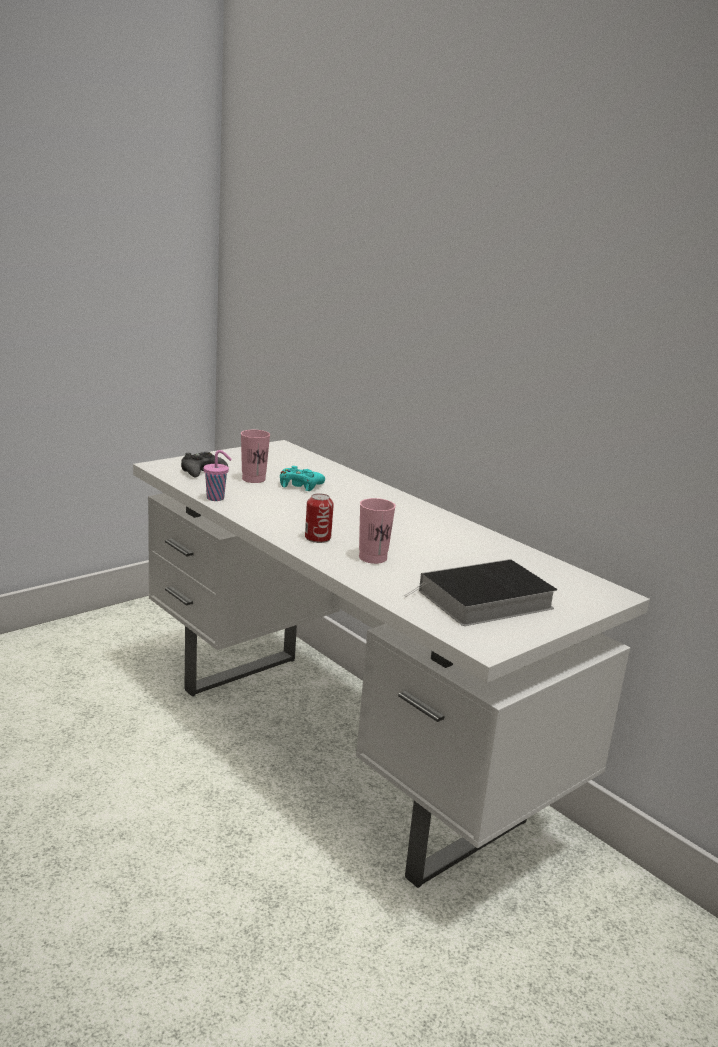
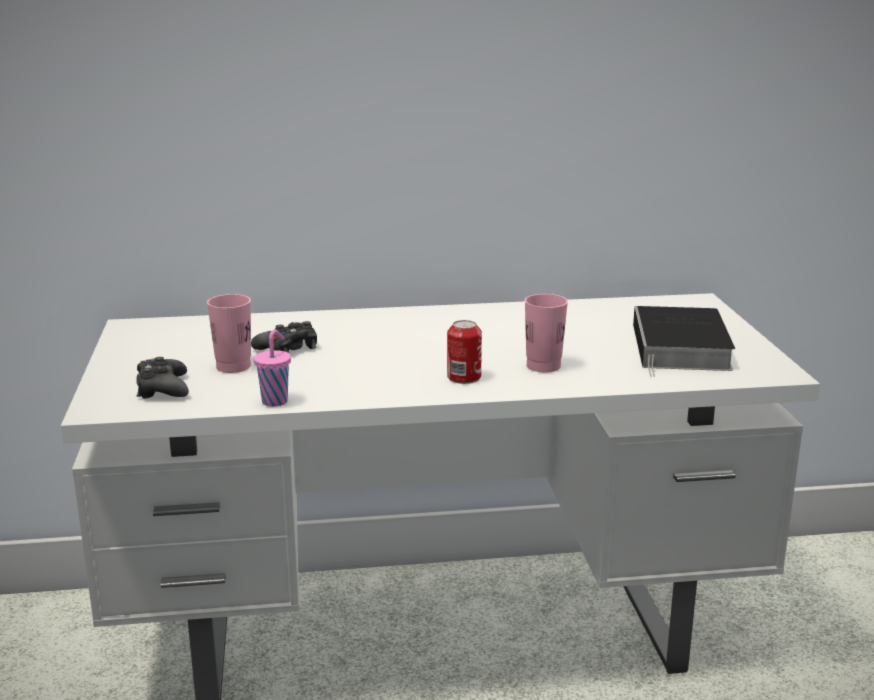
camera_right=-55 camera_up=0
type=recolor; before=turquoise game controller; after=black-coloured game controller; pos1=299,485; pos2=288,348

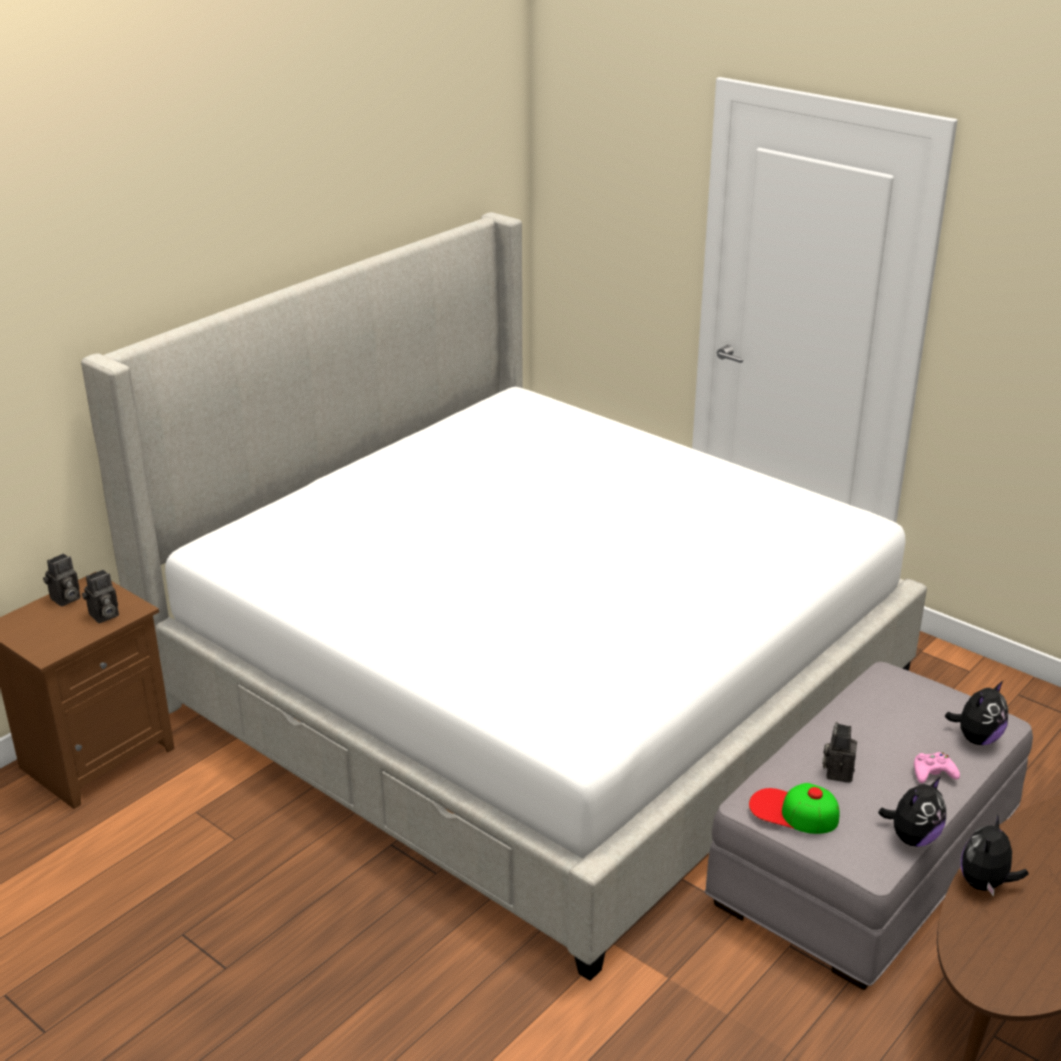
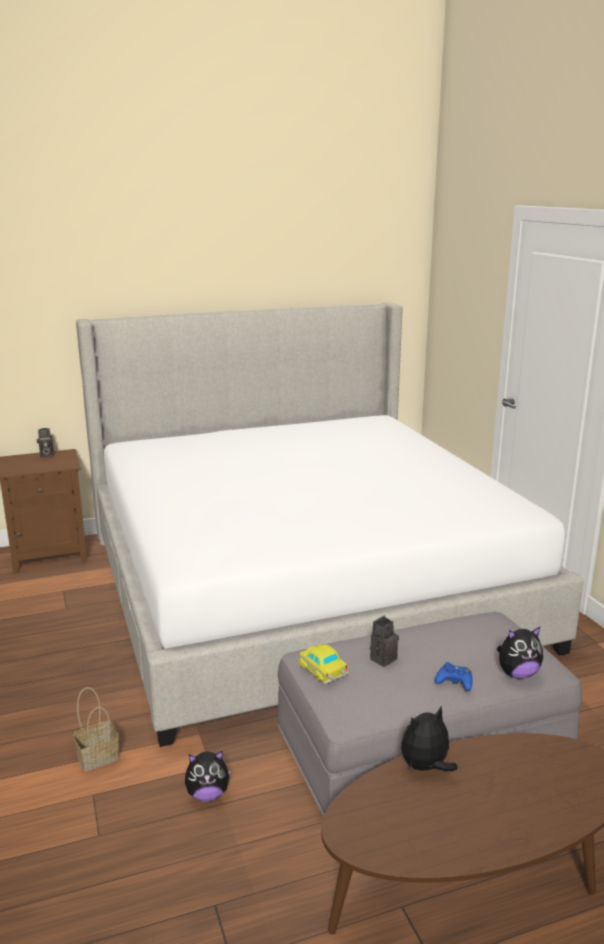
camera_right=30 camera_up=-10
type=delete; before=still camera; pos1=103,616
type=recolor; before=pinkish game controller; after=bluish game controller; pos1=933,773; pos2=454,681
type=move; before=cuddly toy; pos1=912,837; pos2=207,794
type=replace; before=baseball cap; after=miniature car; pos1=793,811; pos2=323,669
type=insert; after=household basket; pos2=99,756

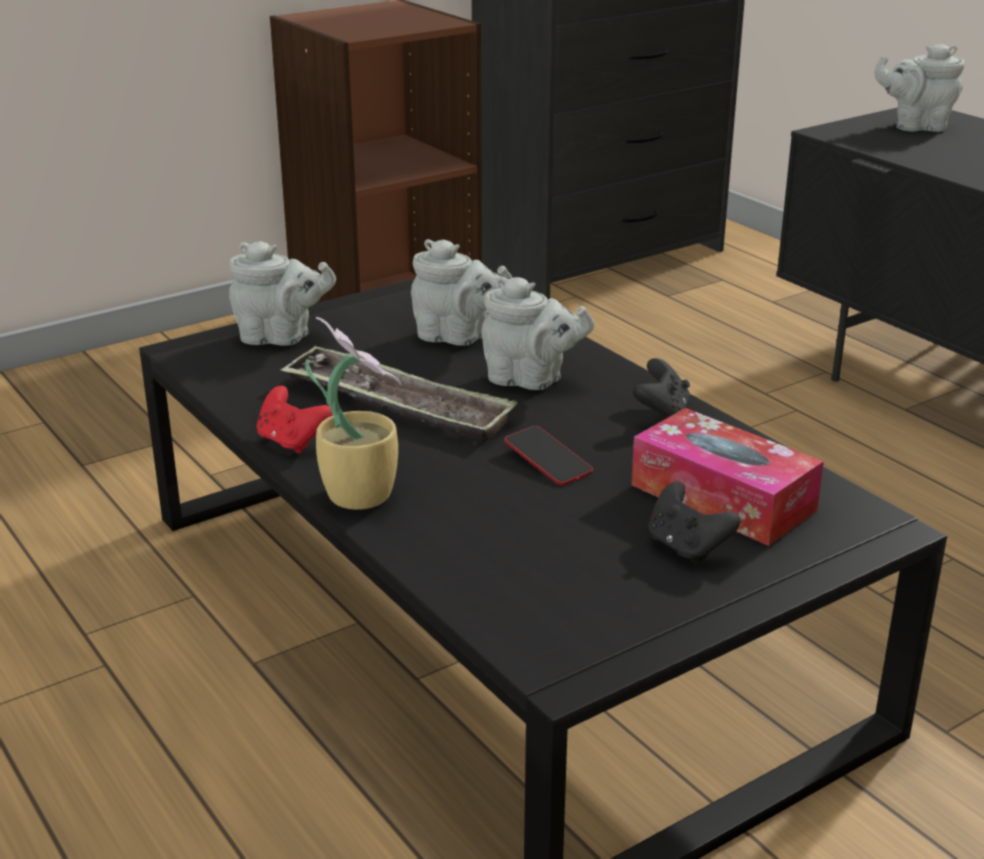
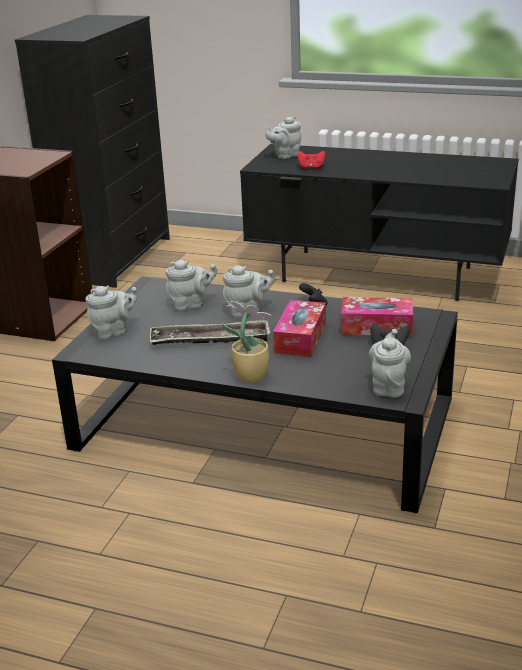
camera_right=-35 camera_up=0
type=move; before=red game controller; pos1=292,442; pos2=311,168
type=replace; before=handset; after=box of tissues; pos1=548,461; pos2=300,338
type=insert; after=greyish pot for tea; pos2=388,386

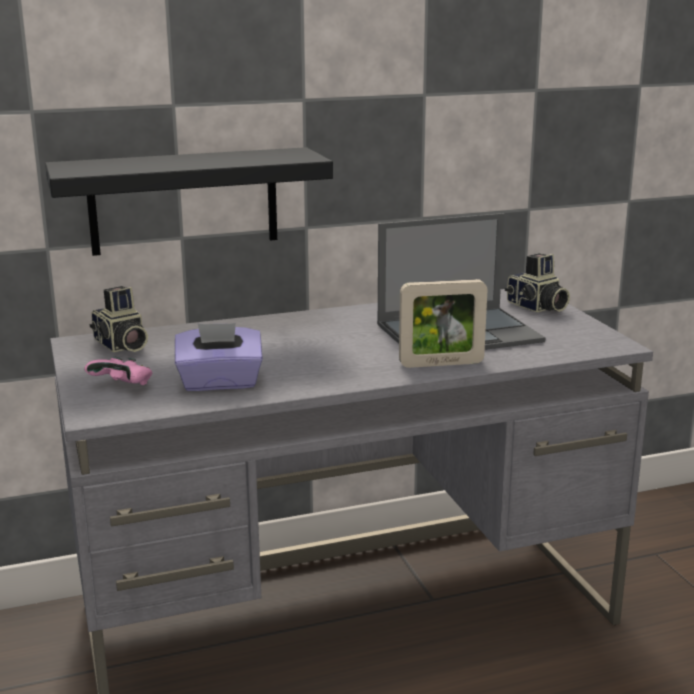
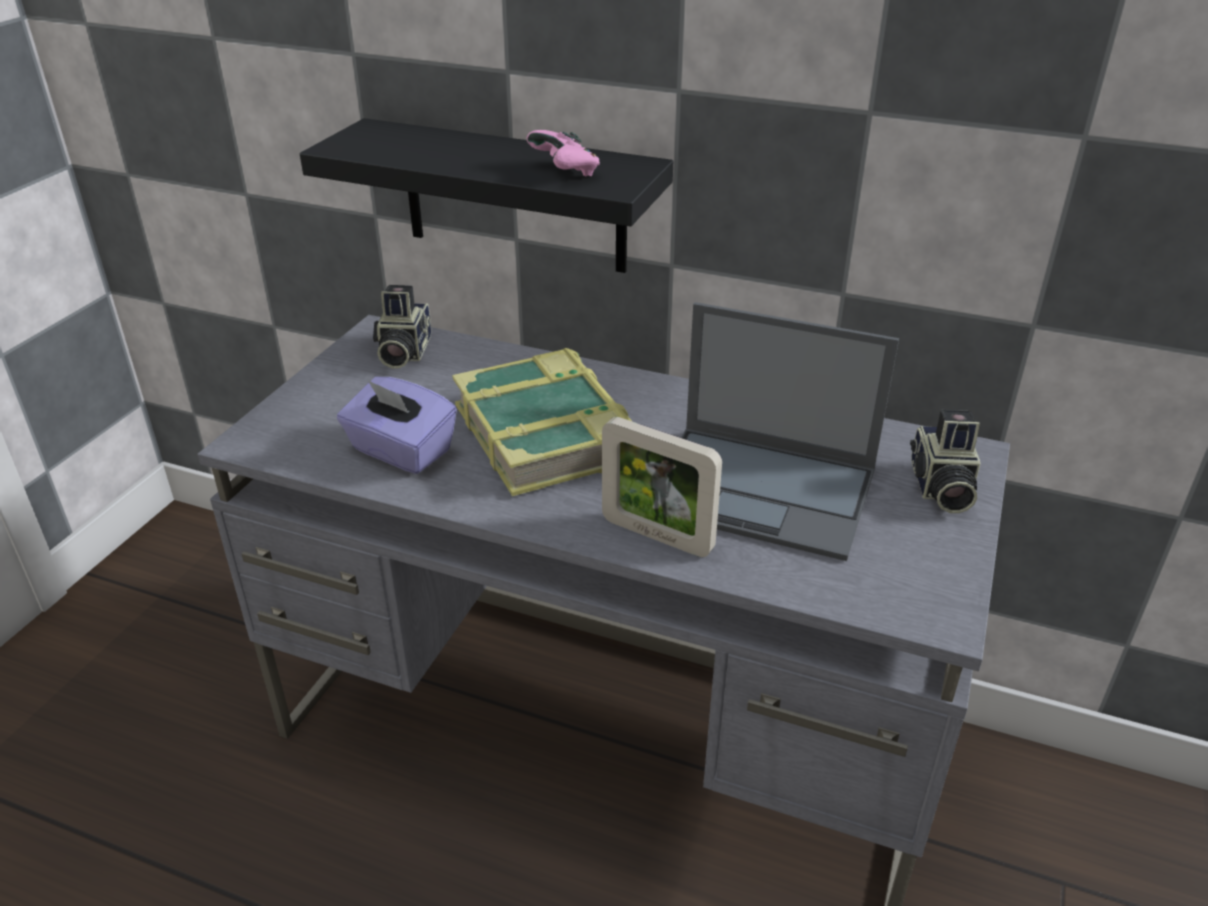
camera_right=40 camera_up=15
type=move; before=pinkish game controller; pos1=123,386; pos2=565,172
type=insert; after=bound book; pos2=549,433

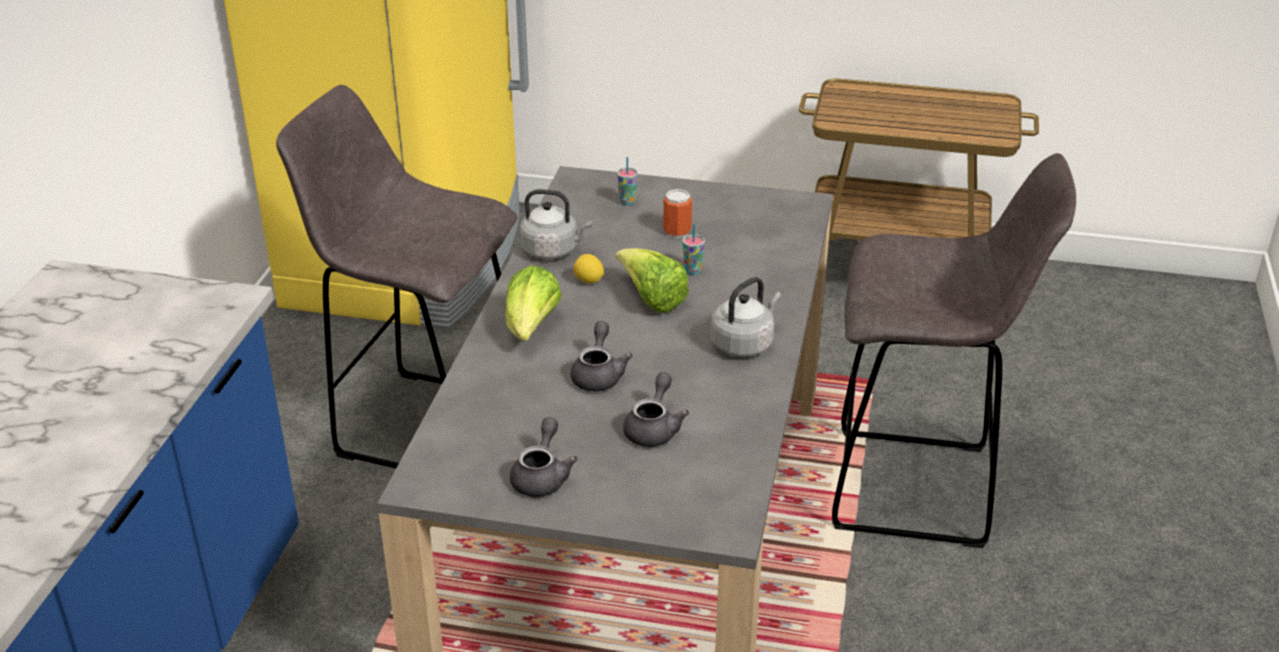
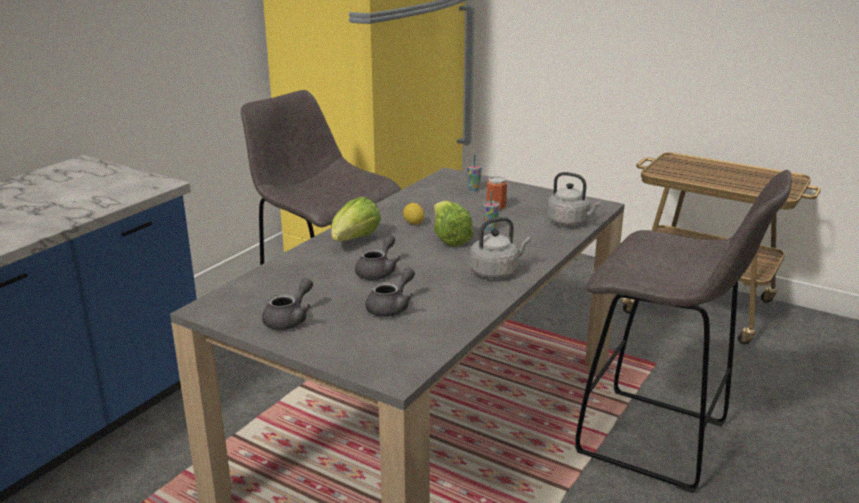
camera_right=20 camera_up=-10
type=move; before=greyish kettle; pos1=553,250; pos2=570,222

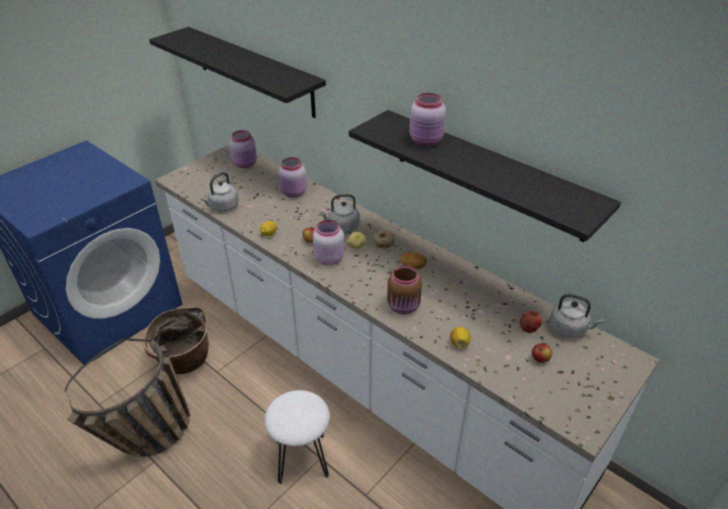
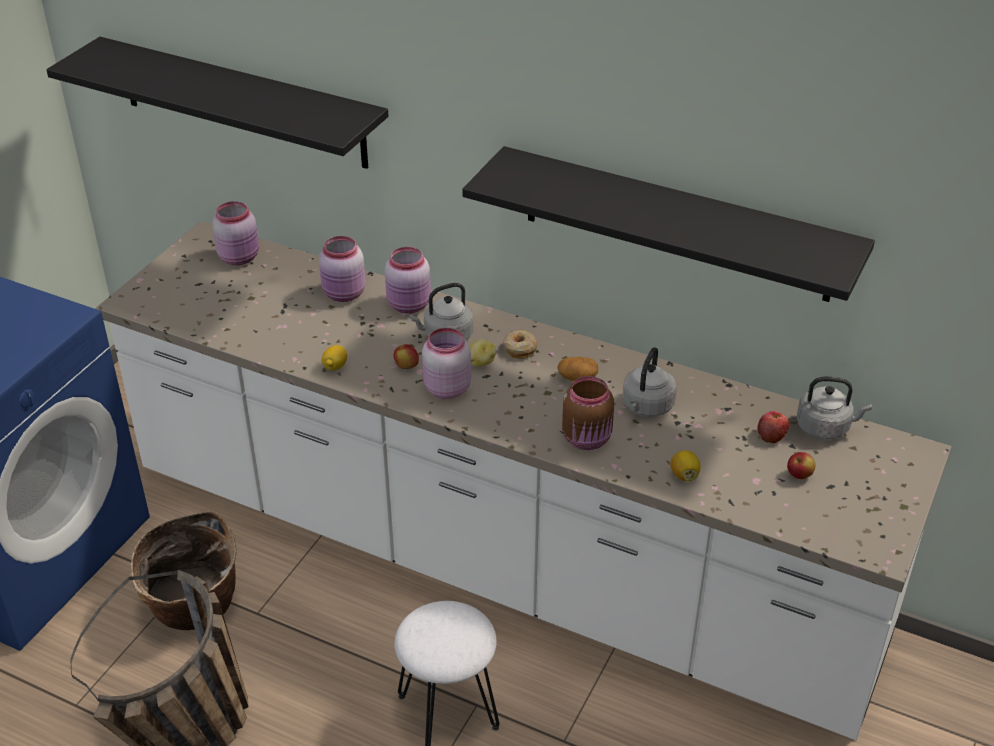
camera_right=-15 camera_up=0
type=move; before=pinkish storage jar; pos1=426,141; pos2=410,305
type=move; before=greyish kettle; pos1=223,206; pos2=646,407

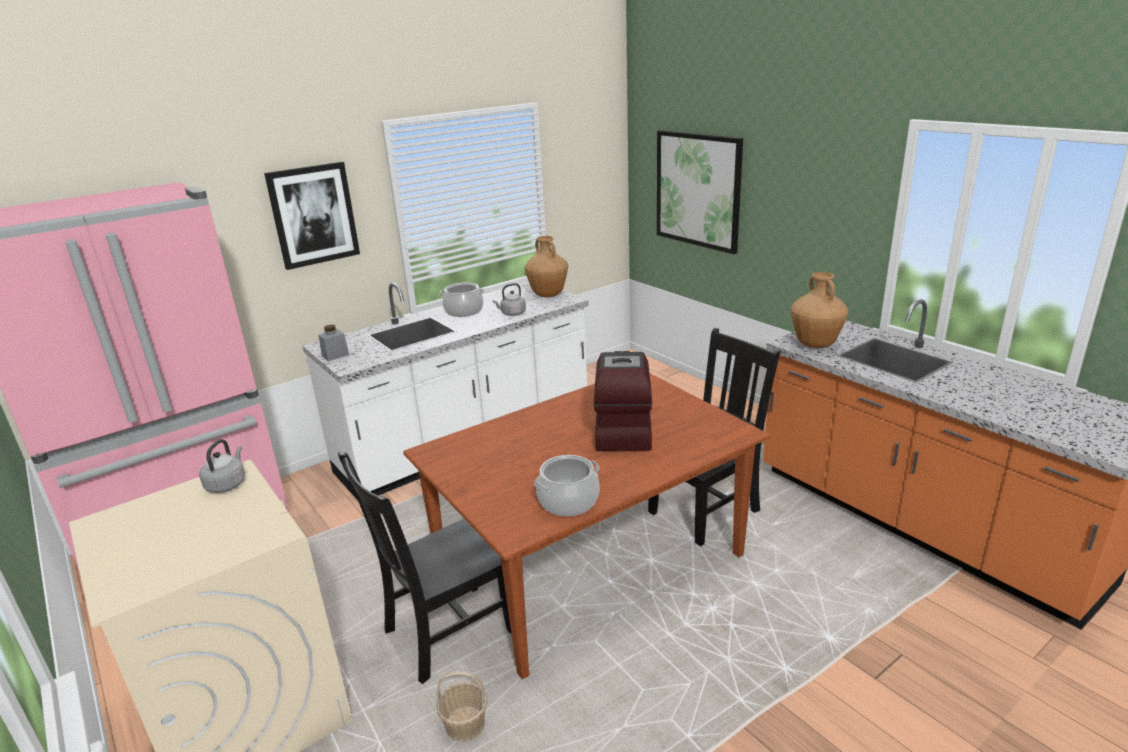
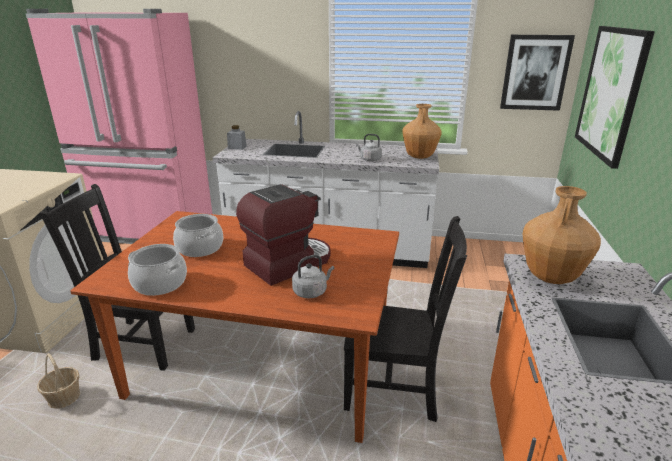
camera_right=45 camera_up=0
type=move; before=wall picture; pos1=313,215; pos2=535,73
type=move; before=cooking pot; pos1=464,311; pos2=199,248
type=move; before=greyish kettle; pos1=227,484; pos2=311,292

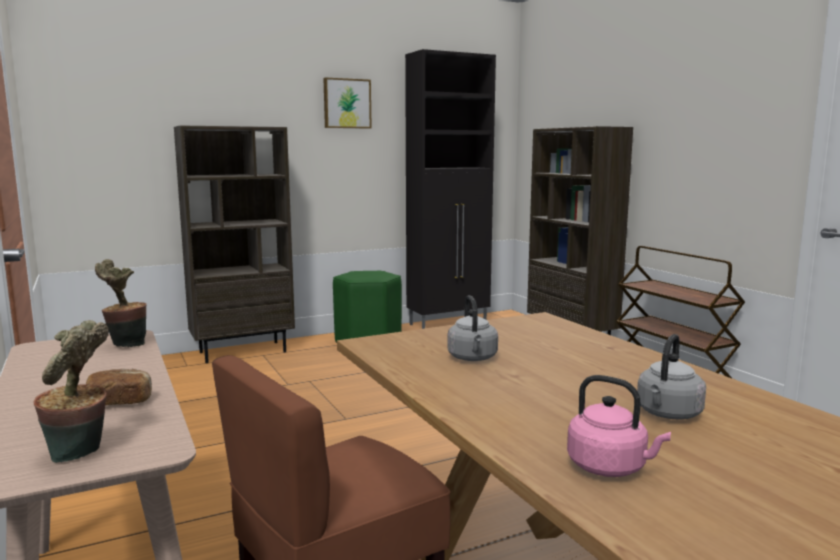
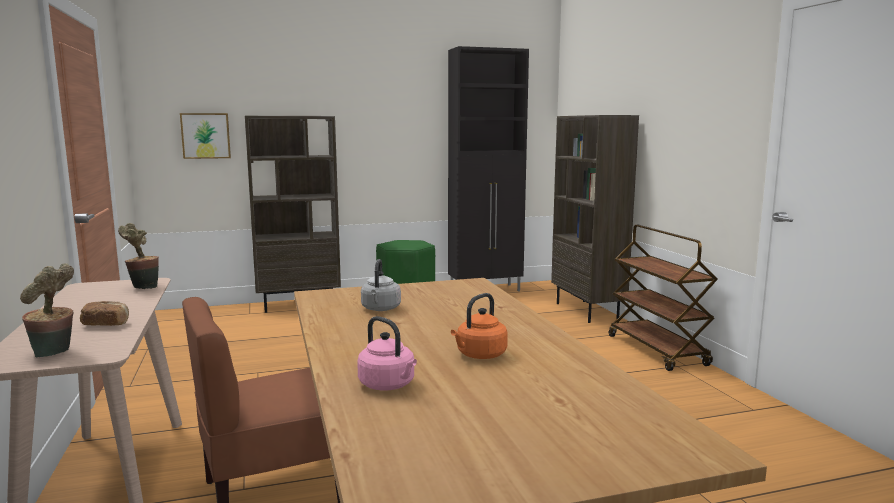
camera_right=10 camera_up=0
type=move; before=wall picture; pos1=346,103; pos2=206,135
type=recolor; before=greyish kettle; after=orange-coloured kettle; pos1=668,414; pos2=479,355

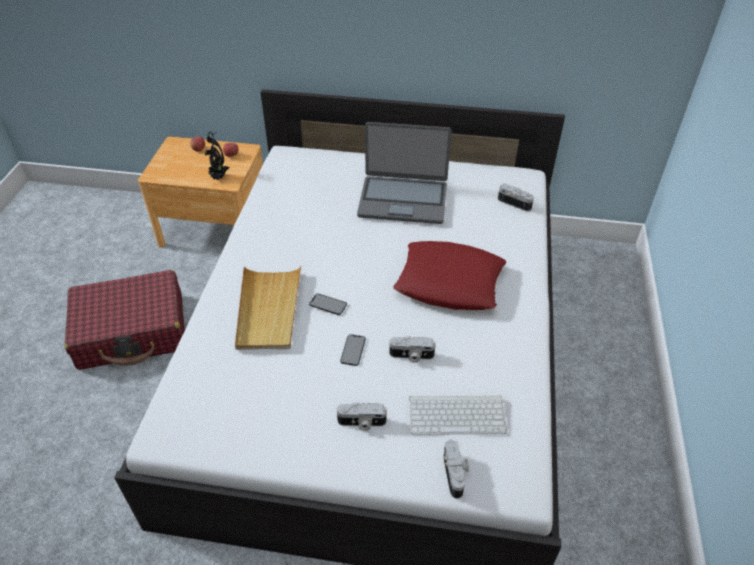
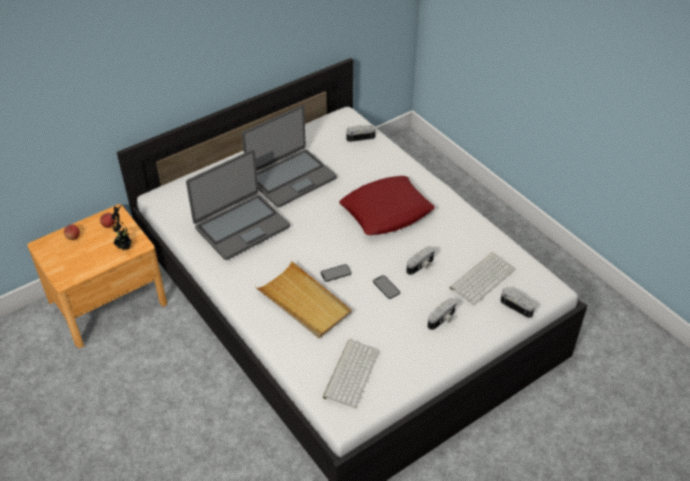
camera_right=-45 camera_up=0
type=delete; before=red suitcase; pos1=132,331
type=insert; after=notebook computer; pos2=241,226
type=insert; after=keyboard; pos2=350,372

